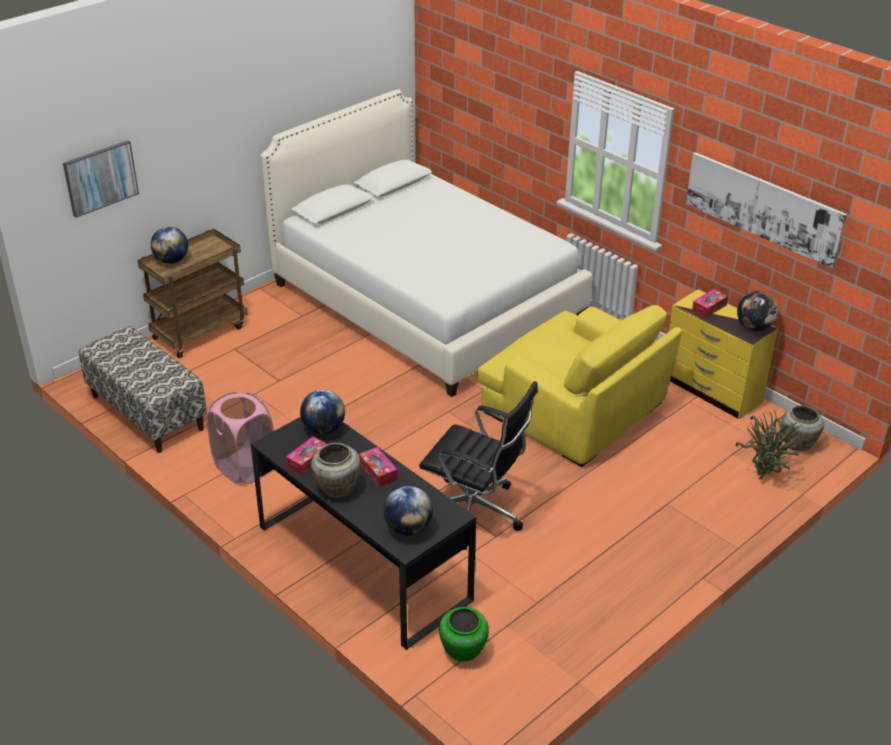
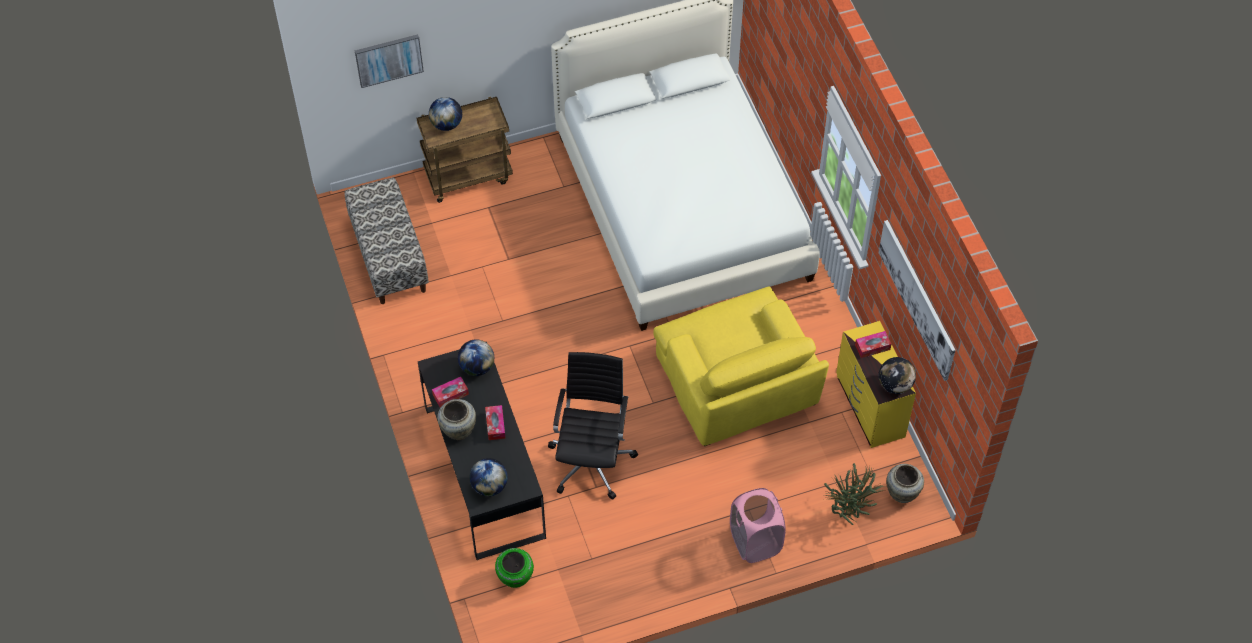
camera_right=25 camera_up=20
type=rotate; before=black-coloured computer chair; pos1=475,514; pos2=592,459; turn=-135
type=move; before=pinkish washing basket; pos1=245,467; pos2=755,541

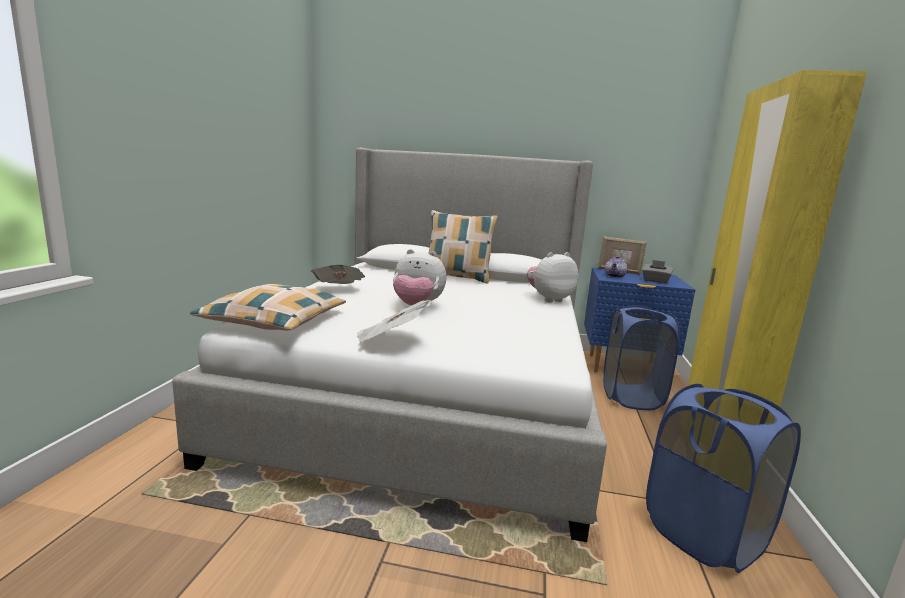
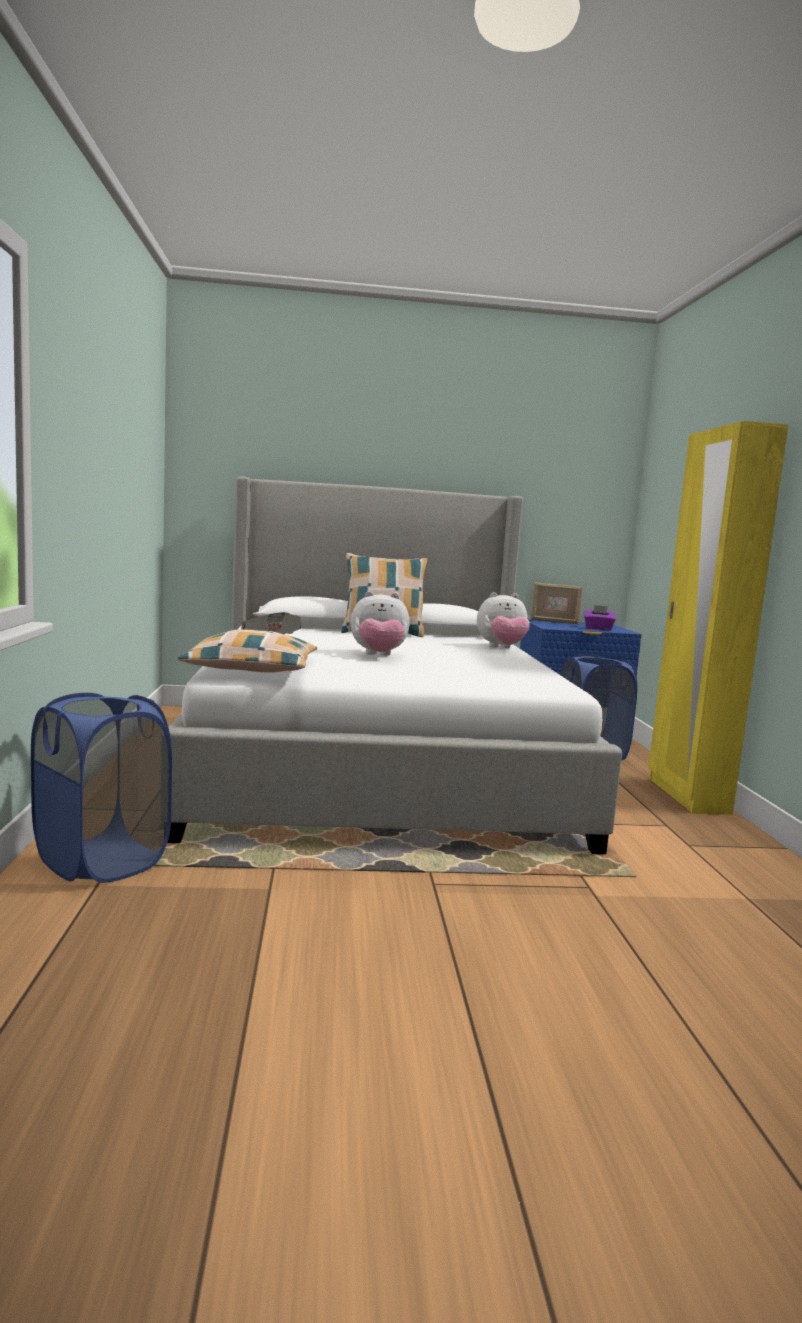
camera_right=-15 camera_up=-5
type=rotate; before=cuddly toy; pos1=549,299; pos2=502,648; turn=-150
type=delete; before=pot for tea; pos1=615,276
type=recolor; before=greyish box of tissues; after=purple-coloured box of tissues; pos1=655,281; pos2=598,628
type=delete; before=newspaper; pos1=390,340
type=move; before=bluish washing basket; pos1=704,534; pos2=102,861

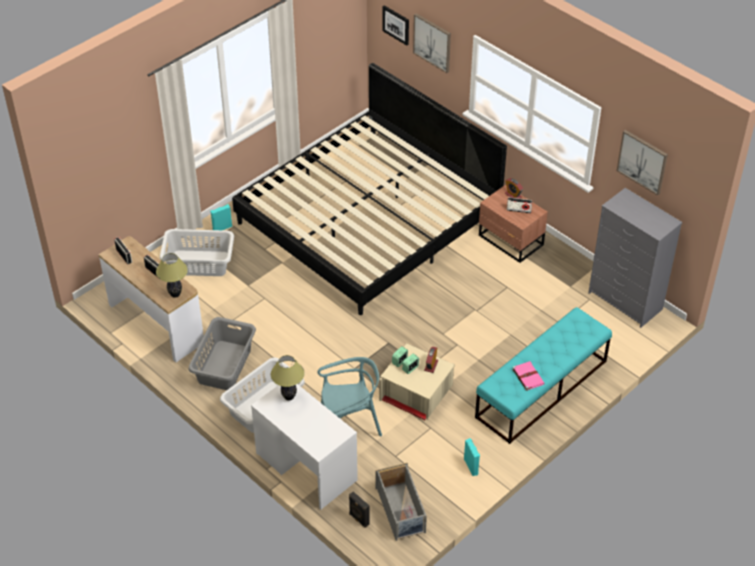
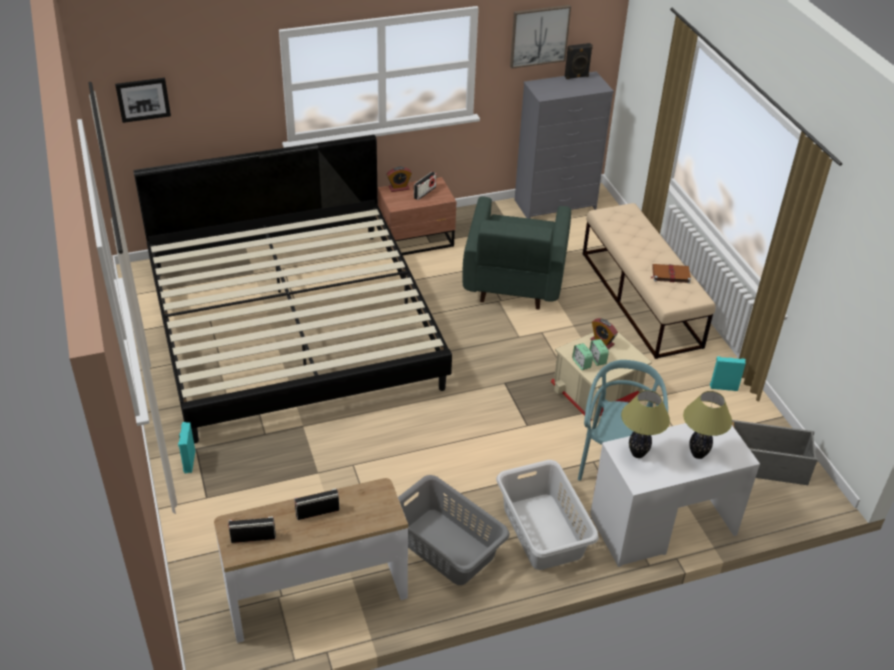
camera_right=-65 camera_up=-5
type=delete; before=wall picture; pos1=432,42
type=delete; before=greyish washing basket; pos1=199,264
type=move; before=table lamp; pos1=175,294; pos2=697,454
type=recolor; before=turquoise long seat; after=beige-coloured long seat; pos1=541,389; pos2=640,299
type=recolor; before=pinkish bound book; after=brown bound book; pos1=527,376; pos2=670,274
type=move; before=black-coloured speaker; pos1=358,519; pos2=576,77
type=insert; after=greenish easy chair; pos2=514,282

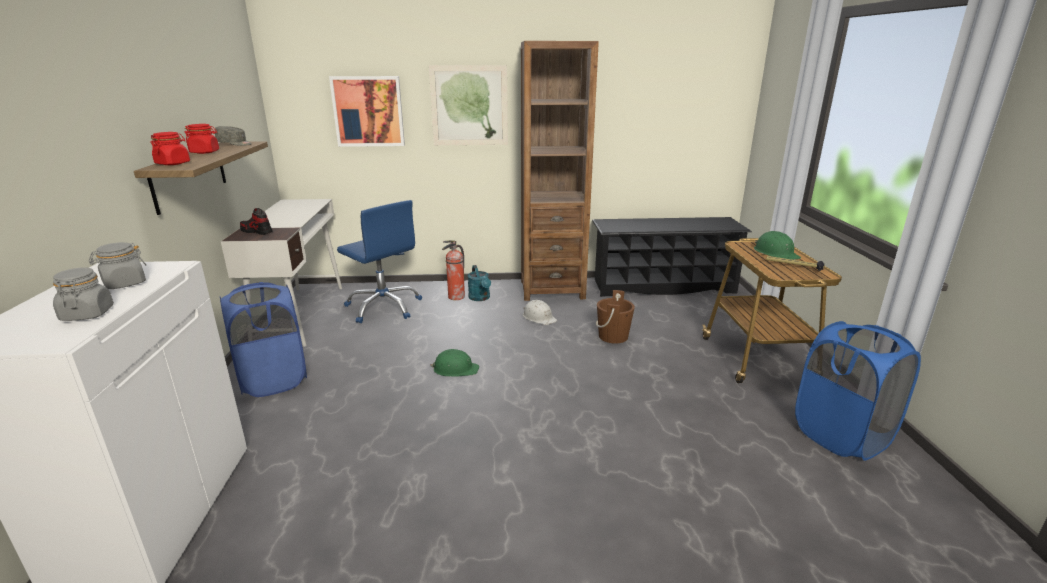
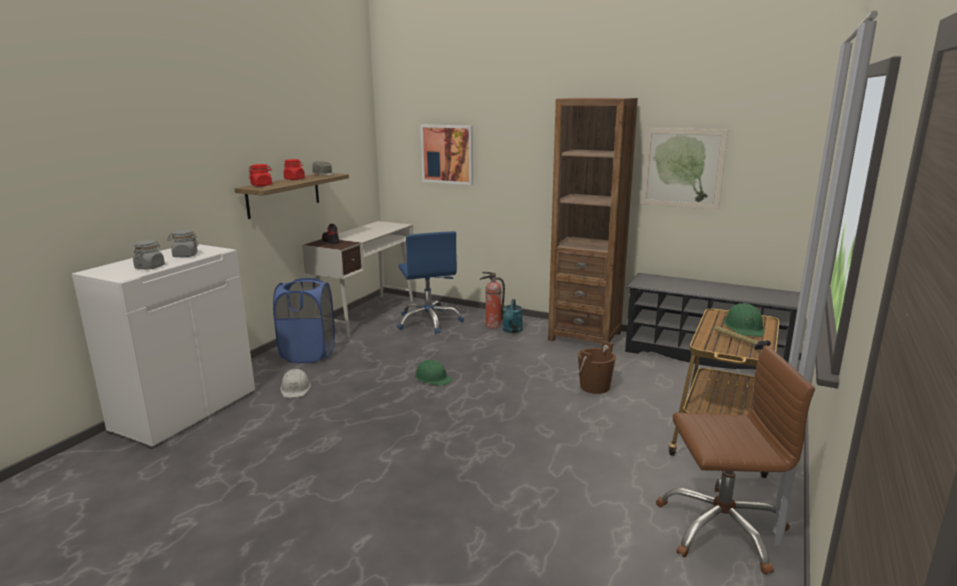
camera_right=30 camera_up=-5
type=move; before=wall picture; pos1=469,106; pos2=682,168
type=move; before=white hard hat; pos1=539,317; pos2=295,388
type=replace; before=bluish washing basket; after=brown computer chair; pos1=841,436; pos2=721,528

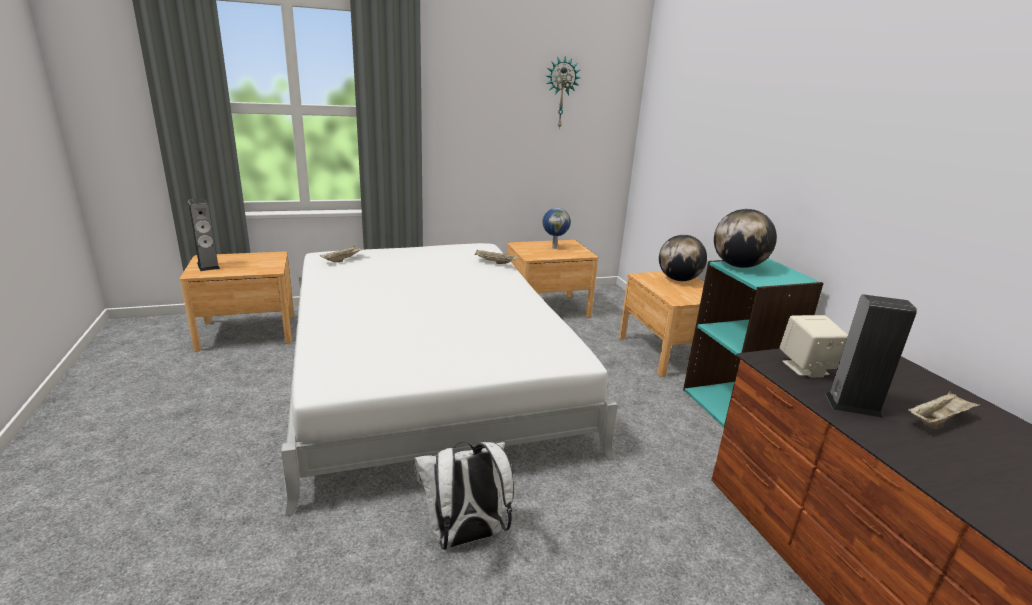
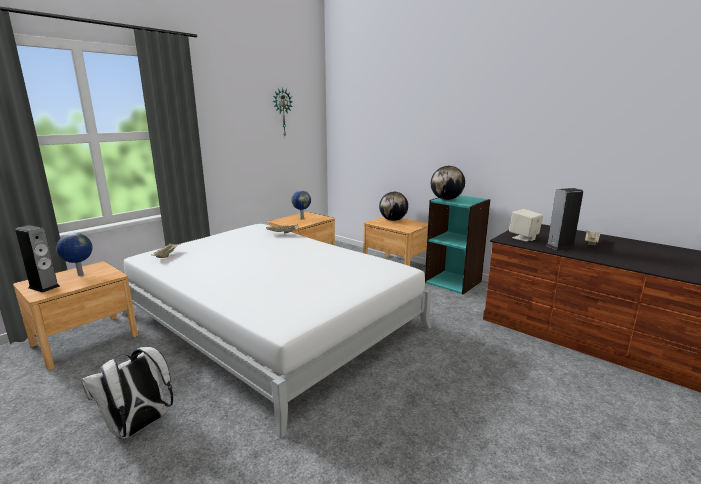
camera_right=-30 camera_up=-5
type=move; before=white knapsack; pos1=464,537; pos2=139,427
type=insert; after=world globe; pos2=80,275

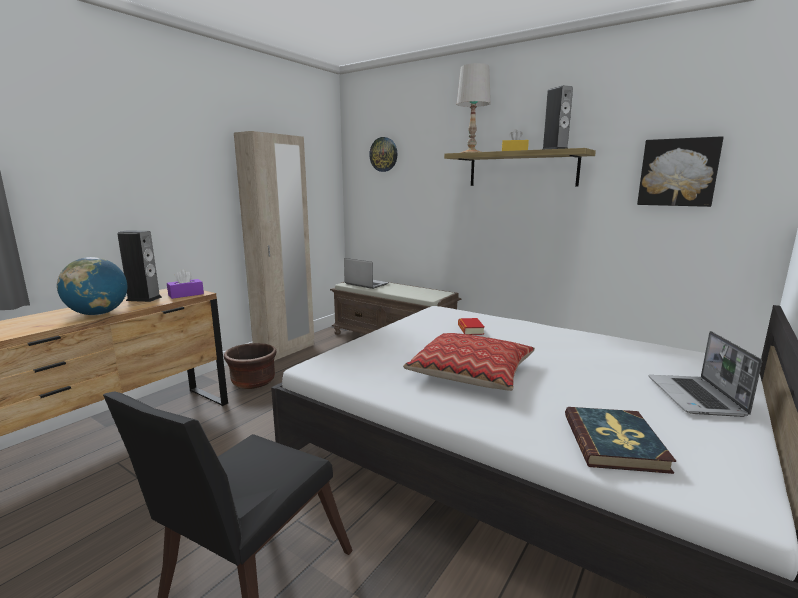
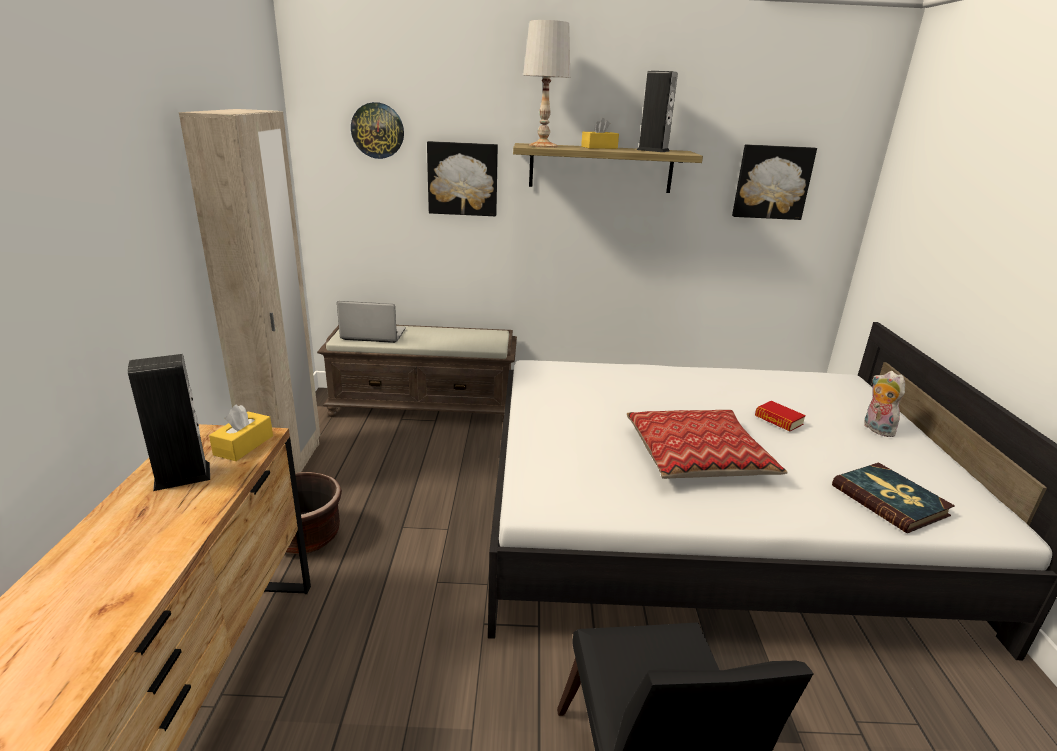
camera_right=-35 camera_up=10
type=delete; before=world globe; pos1=98,314
type=recolor; before=purple-coloured box of tissues; after=yellow-coloured box of tissues; pos1=186,294; pos2=244,445
type=move; before=bound book; pos1=470,330; pos2=778,420
type=replace; before=notebook computer; after=cuddly toy; pos1=696,397; pos2=875,429
type=insert; after=wall picture; pos2=463,179

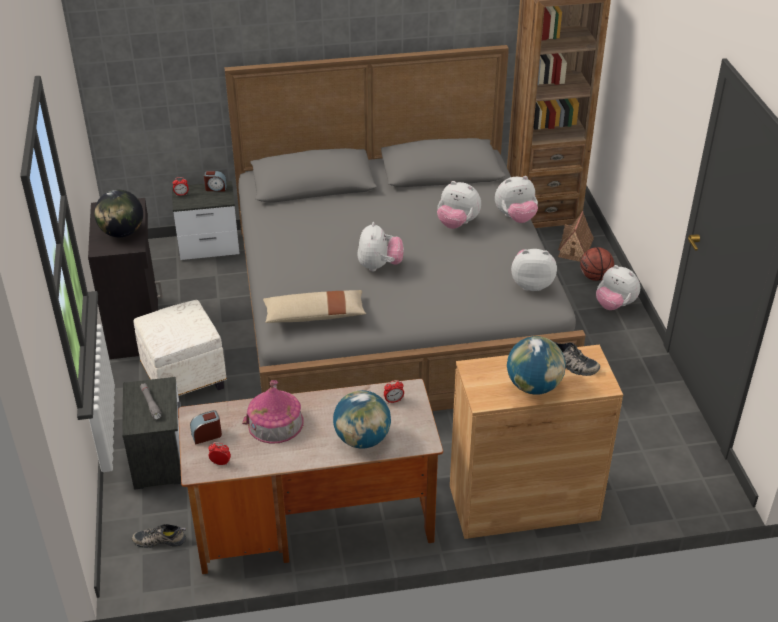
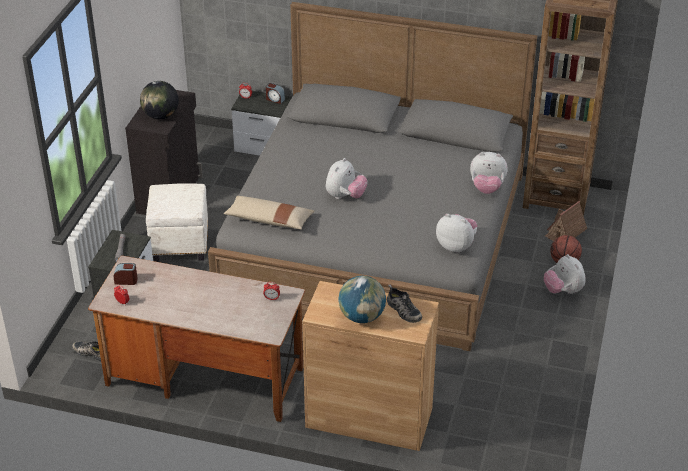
camera_right=25 camera_up=0
type=delete; before=cuddly toy; pos1=457,223
type=delete; before=toy house; pos1=275,423
type=delete; before=world globe; pos1=362,439

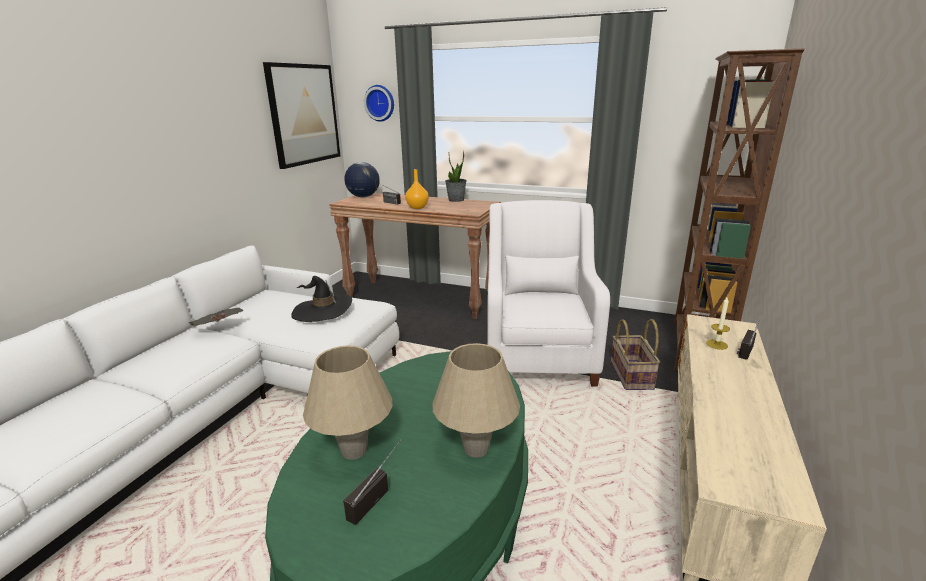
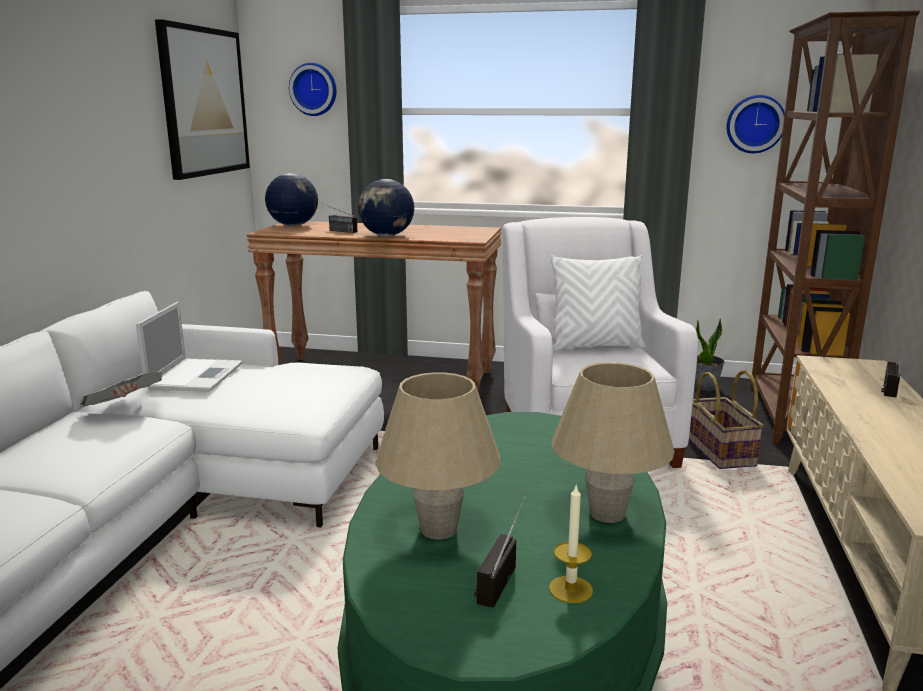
camera_right=-10 camera_up=-5
type=move; before=plant in a pot; pos1=456,200; pos2=705,387
type=replace; before=orange-coloured decorative vase; after=world globe; pos1=417,207; pos2=387,235
type=delete; before=black-coloured clothing hat; pos1=322,311
type=move; before=candle; pos1=717,344; pos2=570,589
type=insert; after=clock on the wall; pos2=755,124
type=insert; after=white throw pillow; pos2=595,346
type=insert; after=notebook computer; pos2=196,375

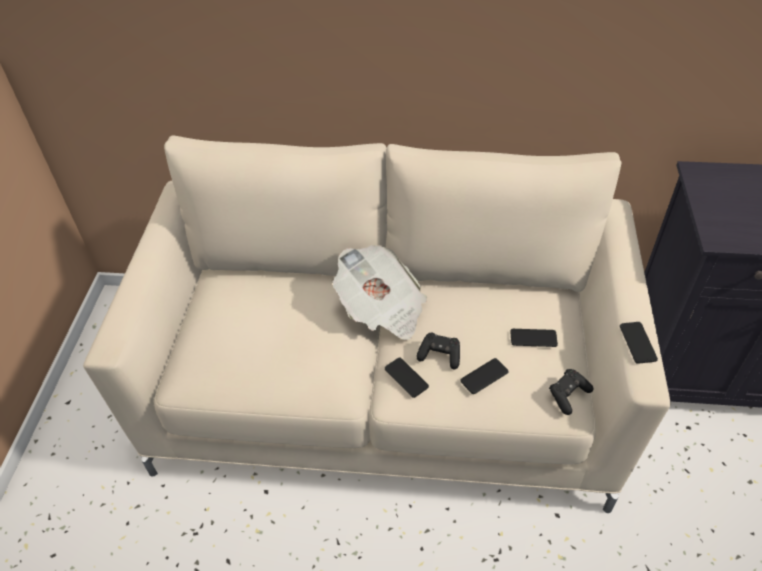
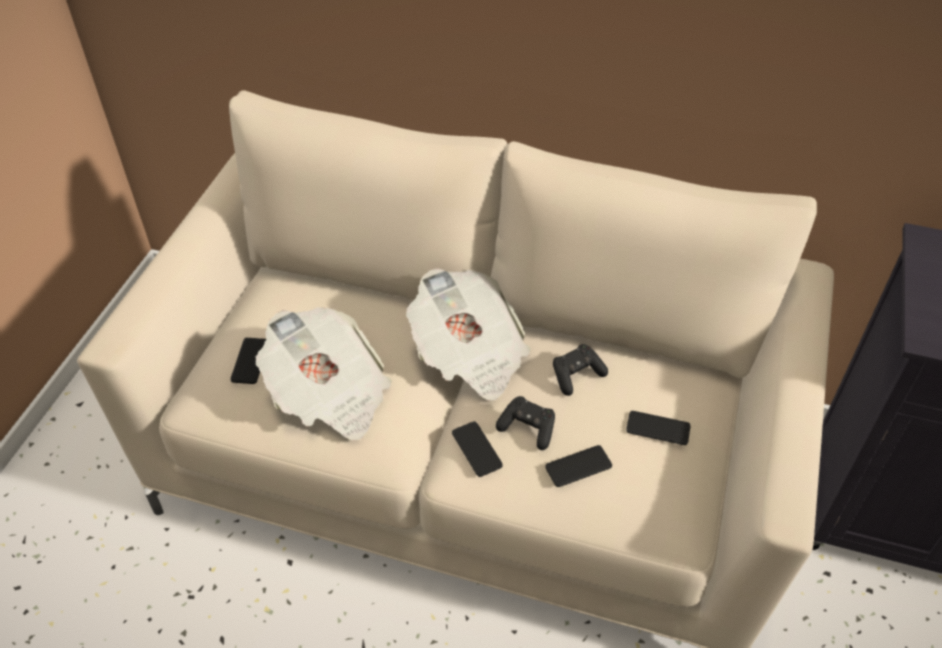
camera_right=10 camera_up=0
type=move; before=handset; pos1=637,343; pos2=250,361
type=move; before=black-coloured game controller; pos1=568,395; pos2=576,375
type=insert; after=newspaper; pos2=329,394

